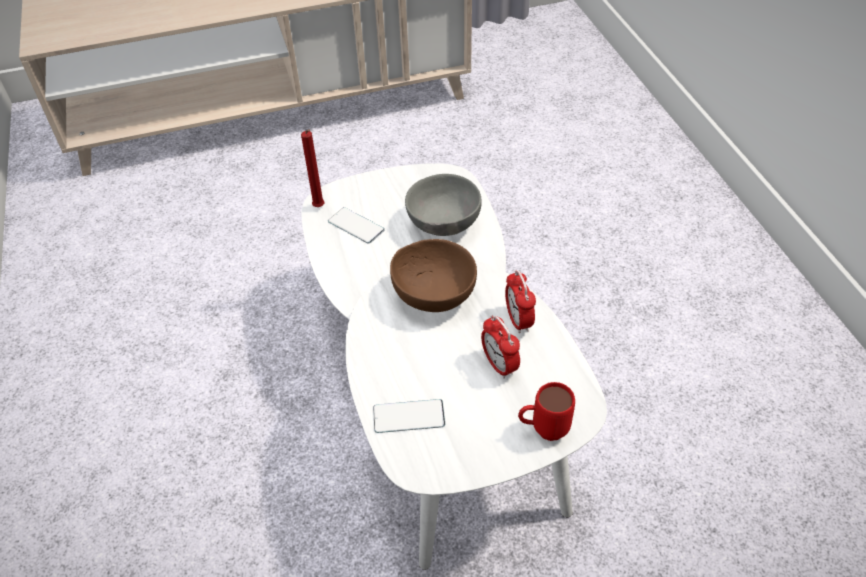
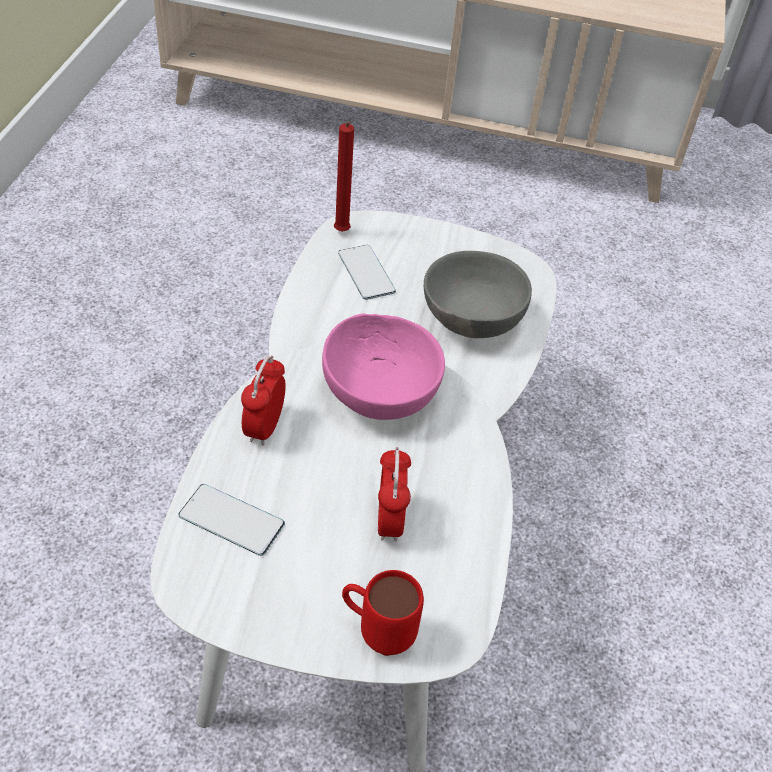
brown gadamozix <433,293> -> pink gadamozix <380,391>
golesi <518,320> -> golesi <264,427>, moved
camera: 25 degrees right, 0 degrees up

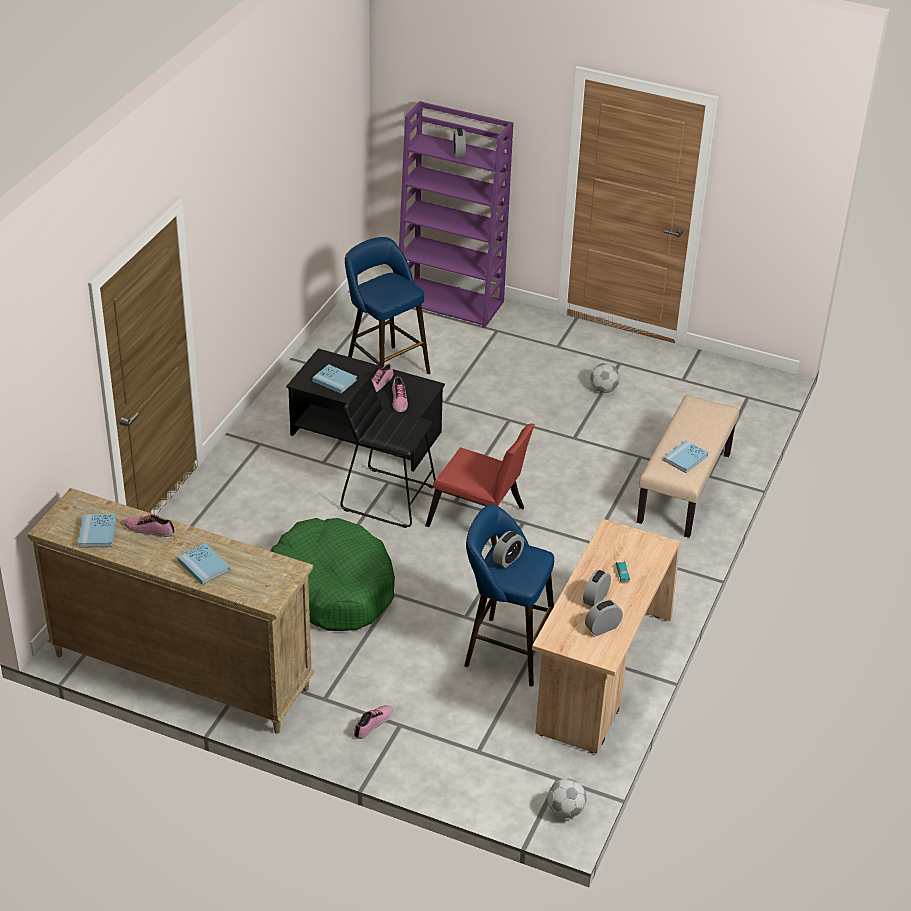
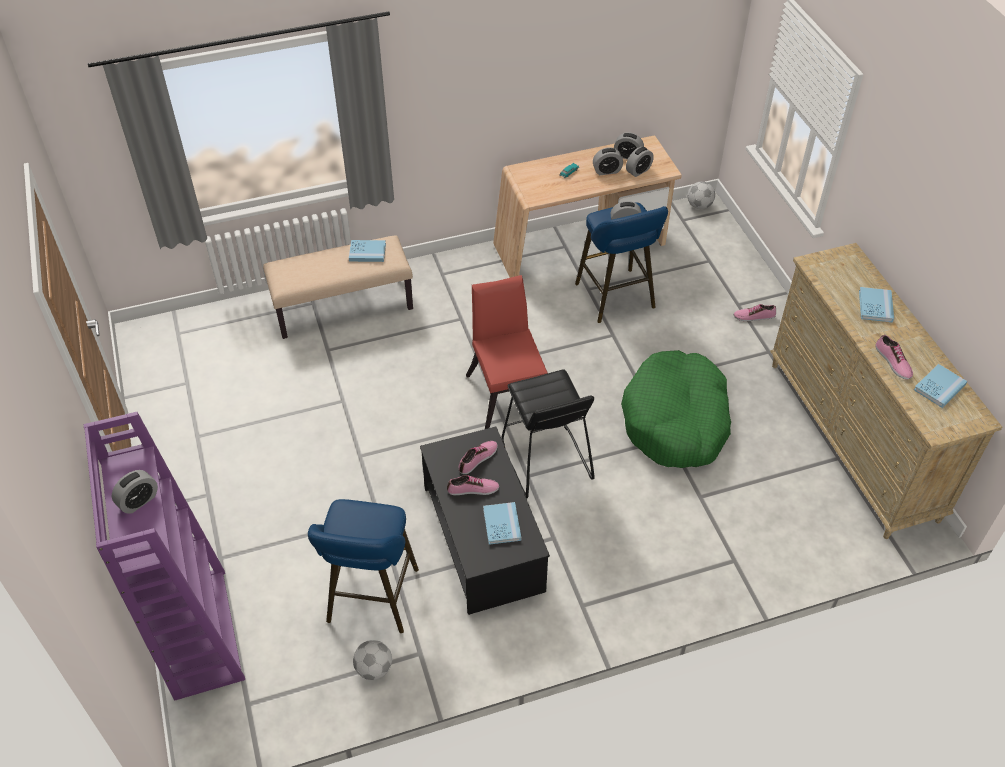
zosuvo <603,389> -> zosuvo <373,669>, moved
none -> golesi <638,171>
camera: 130 degrees left, 10 degrees up

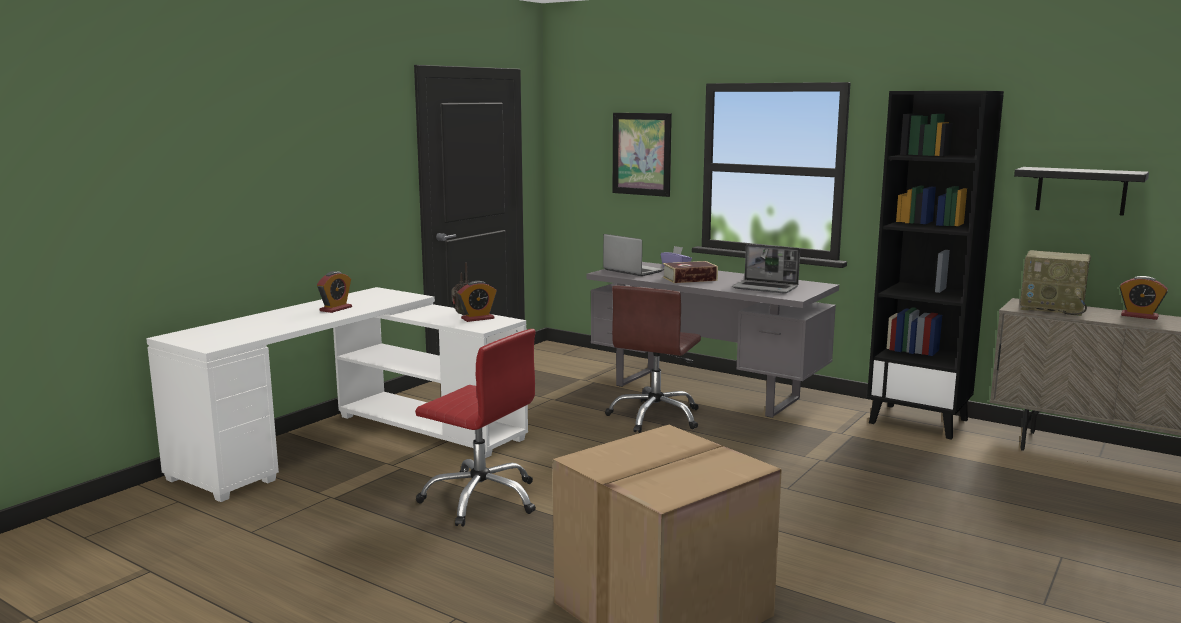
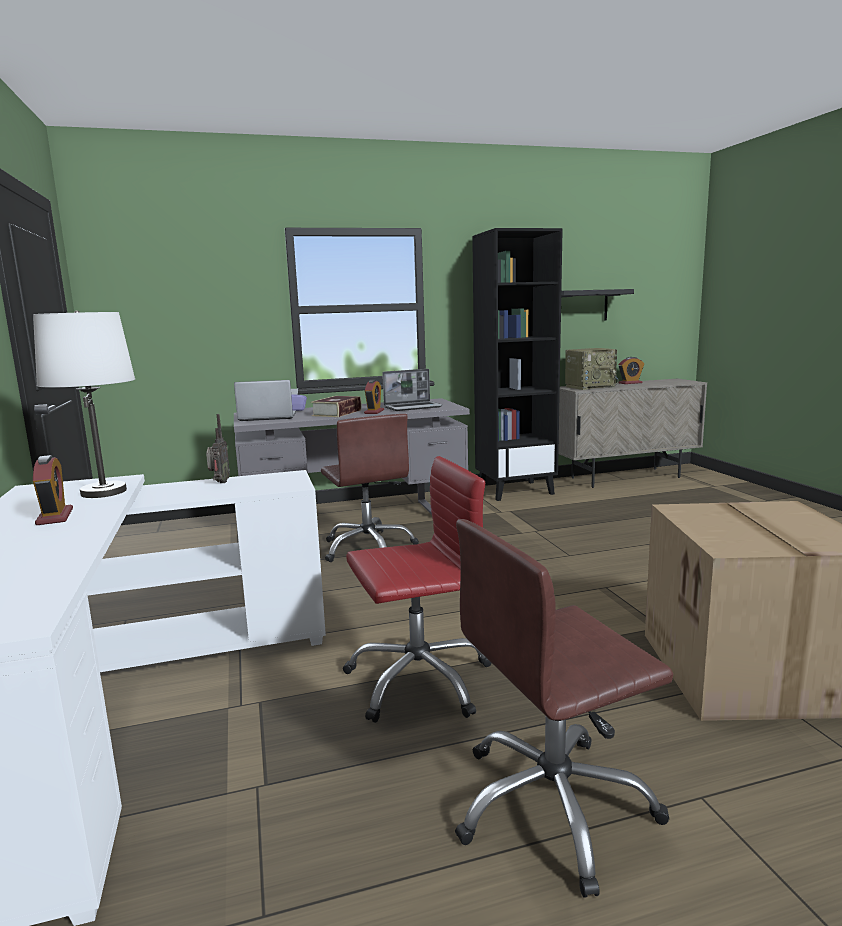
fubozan <641,154> -> none
golesi <477,318> -> golesi <374,412>, moved
none -> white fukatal <103,492>
none -> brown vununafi <554,806>
camera: 50 degrees left, 0 degrees up

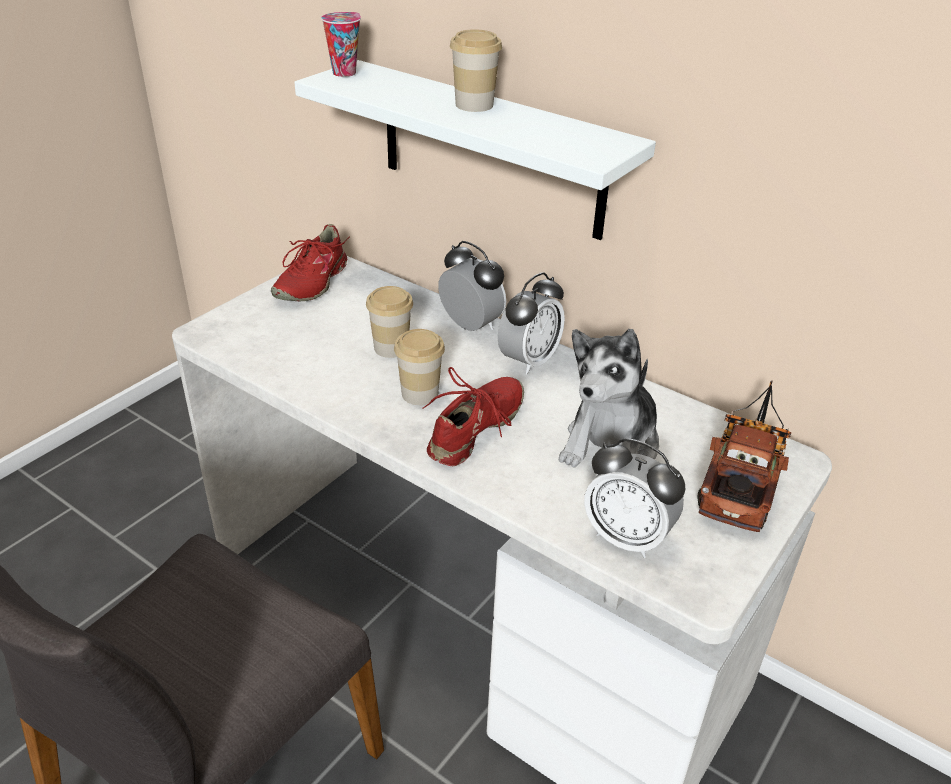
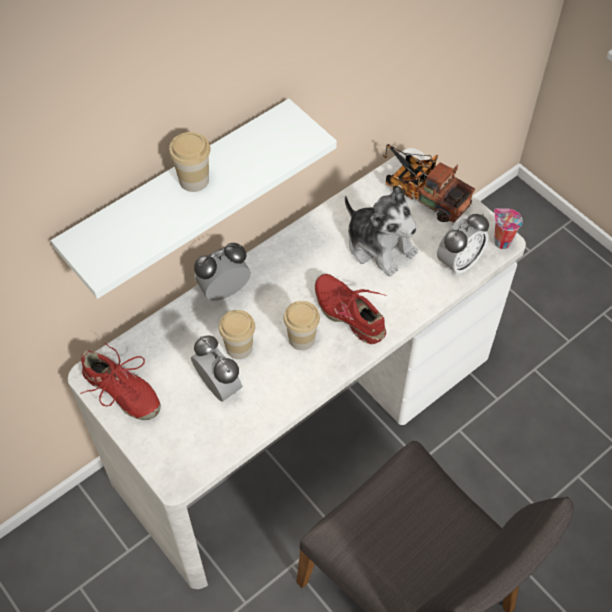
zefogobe <345,72> -> zefogobe <500,242>, moved
golesi <529,361> -> golesi <219,386>, moved
camera: 75 degrees left, 20 degrees up

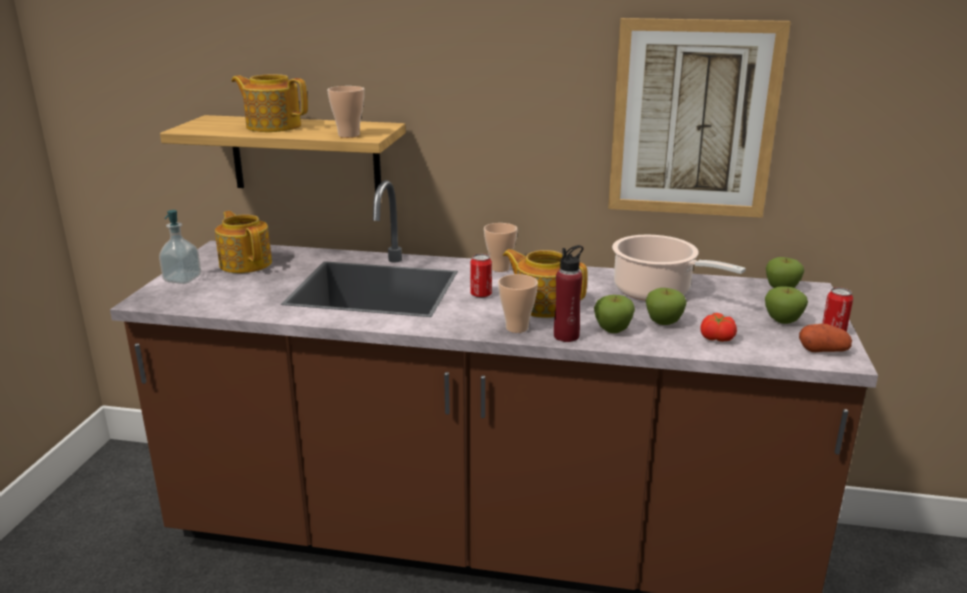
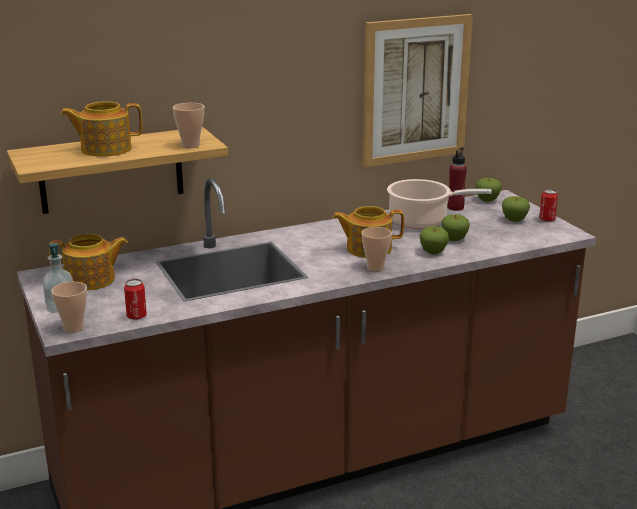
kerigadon <246,263> -> kerigadon <91,280>, 150 degrees clockwise
zefogobe <500,268> -> zefogobe <73,328>, moved
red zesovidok <566,336> -> red zesovidok <455,207>, moved
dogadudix <481,295> -> dogadudix <136,316>, moved
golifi <716,338> -> none
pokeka <823,350> -> none
camera: 35 degrees left, 0 degrees up

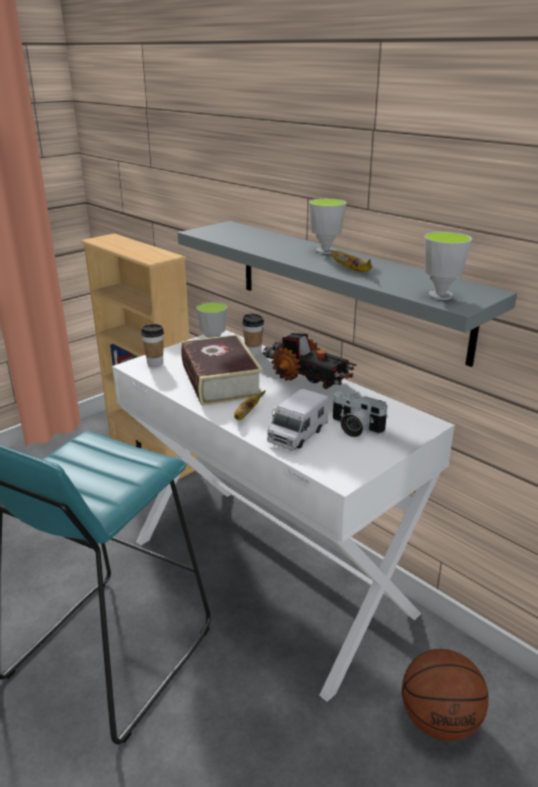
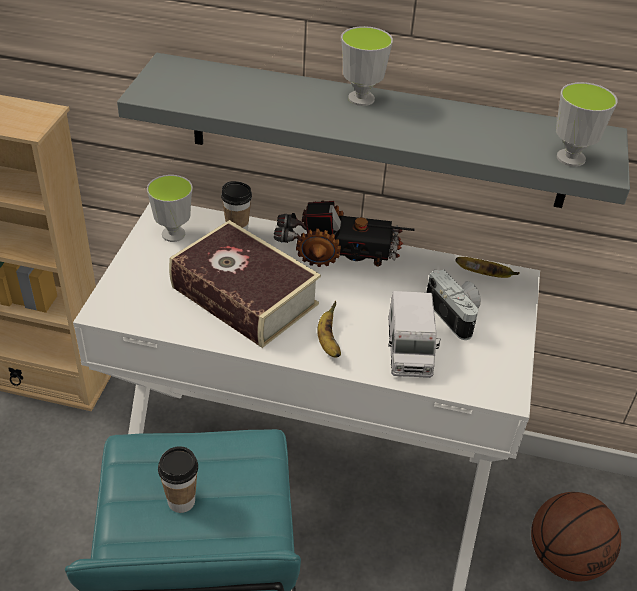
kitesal <353,270> -> kitesal <484,275>, moved
zefogobe <155,363> -> zefogobe <181,501>, moved
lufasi <354,428> -> lufasi <456,315>, 120 degrees counterclockwise
camera: 35 degrees left, 15 degrees up

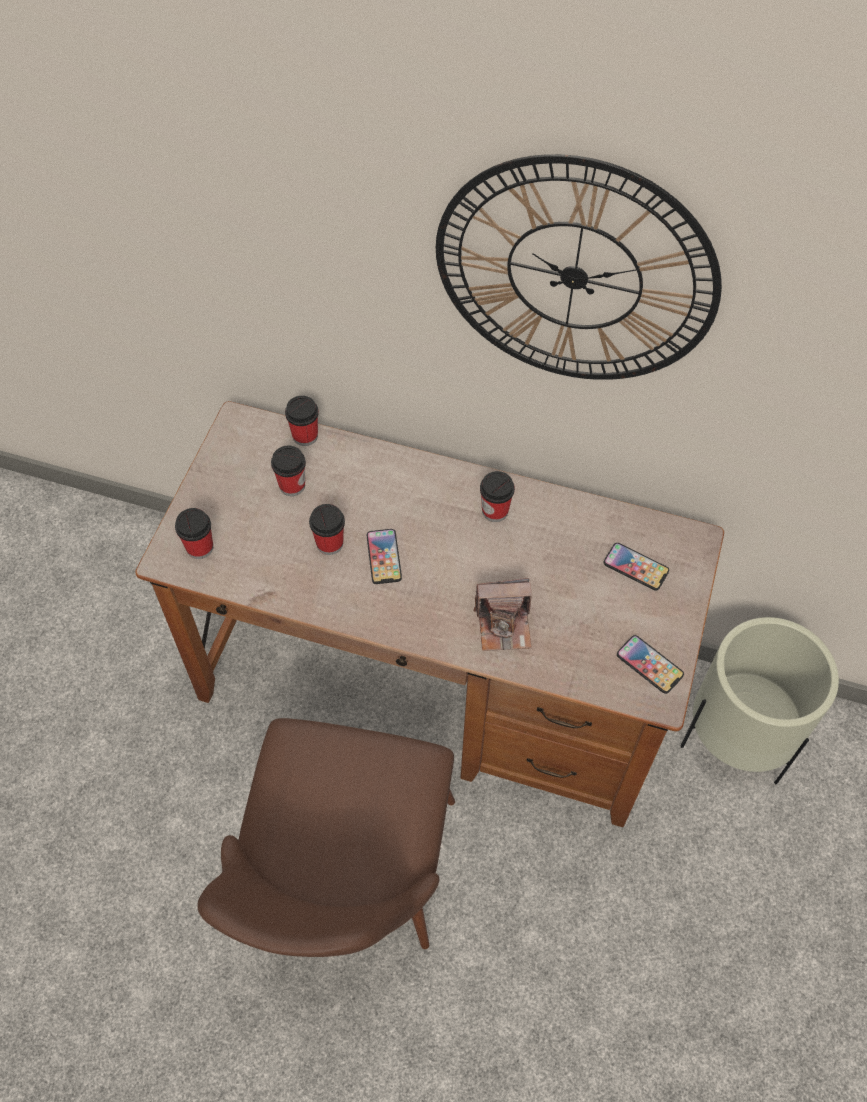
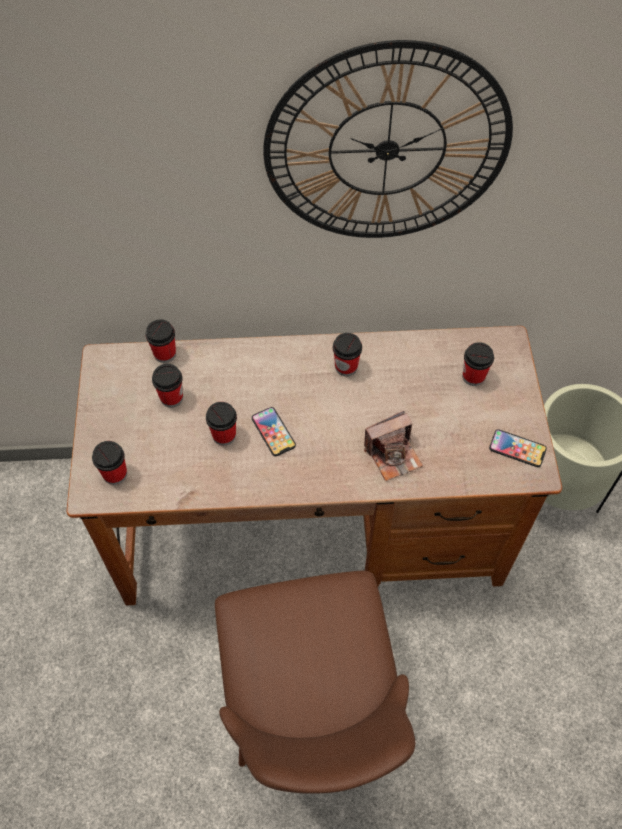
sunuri <636,567> -> zefogobe <473,376>
camera: 20 degrees left, 0 degrees up

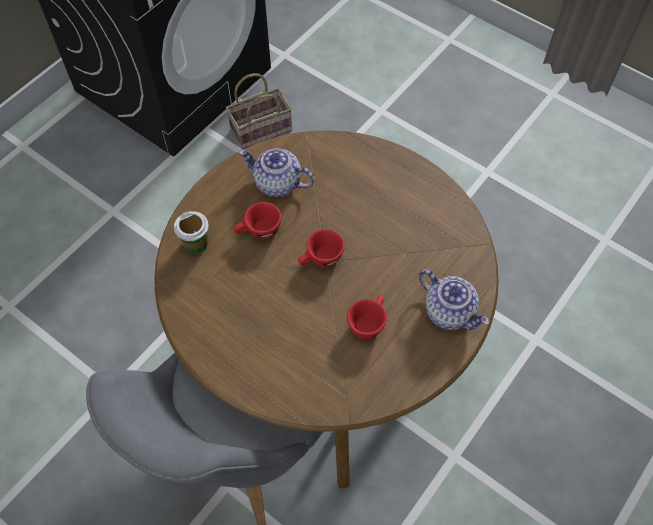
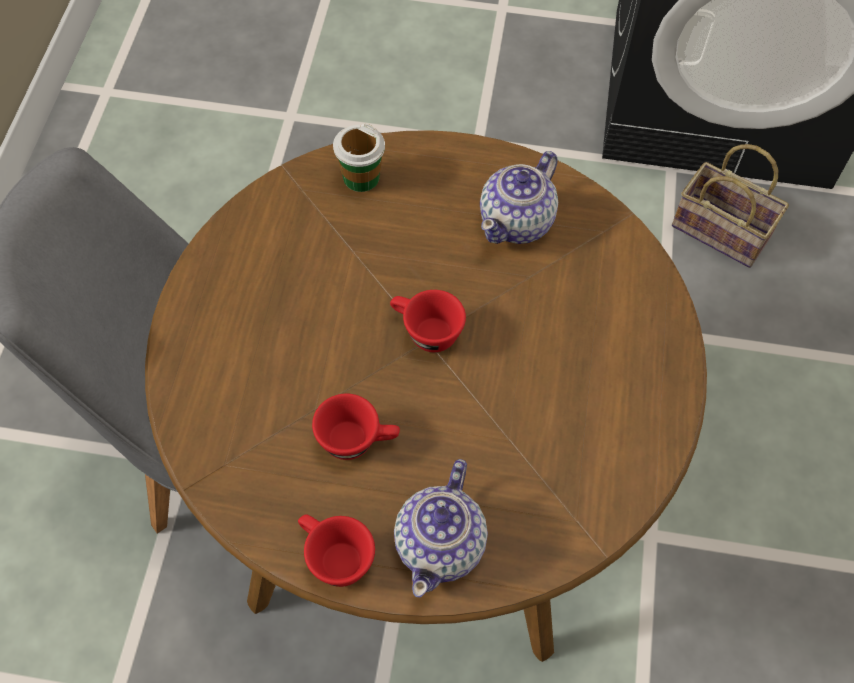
kerigadon <278,184> -> kerigadon <517,222>, 135 degrees counterclockwise
red zefogobe <259,232> -> red zefogobe <333,557>, moved
camera: 60 degrees right, 0 degrees up

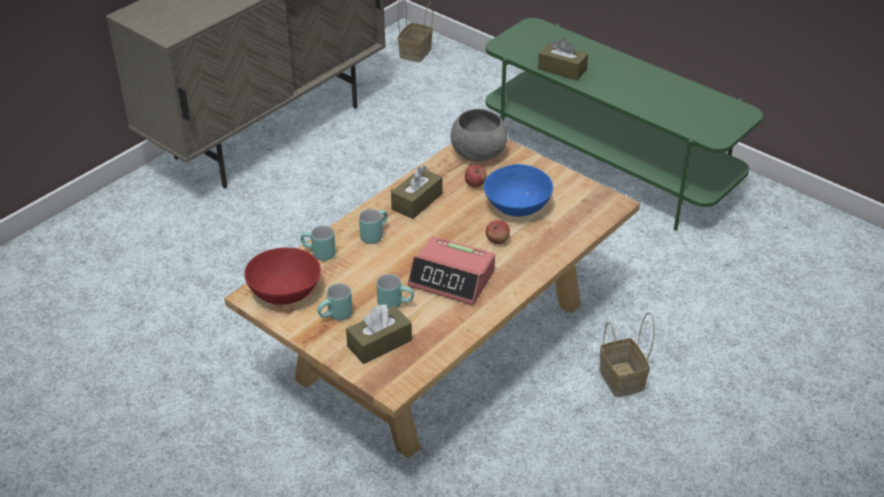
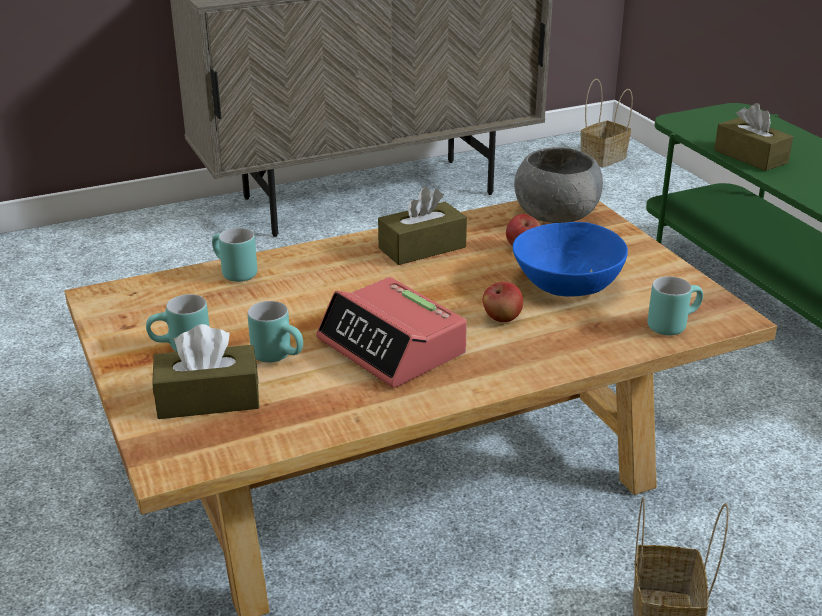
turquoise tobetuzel <373,234> -> turquoise tobetuzel <671,324>, moved
red gadamozix <284,291> -> none
camera: 25 degrees right, 10 degrees down

